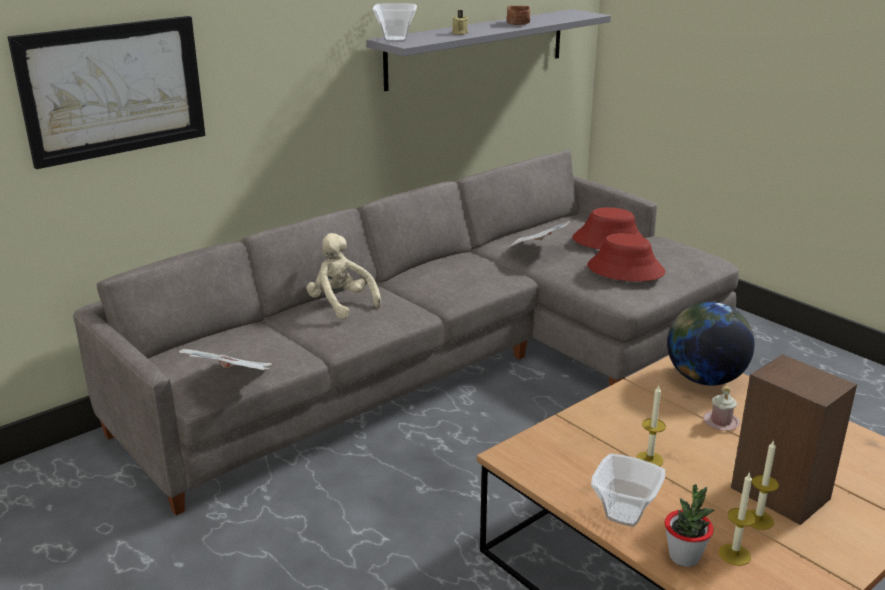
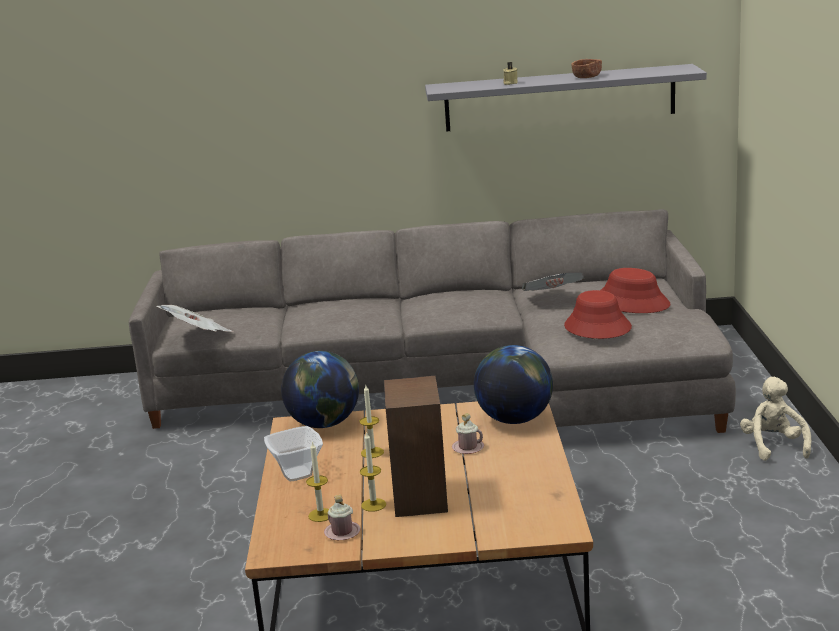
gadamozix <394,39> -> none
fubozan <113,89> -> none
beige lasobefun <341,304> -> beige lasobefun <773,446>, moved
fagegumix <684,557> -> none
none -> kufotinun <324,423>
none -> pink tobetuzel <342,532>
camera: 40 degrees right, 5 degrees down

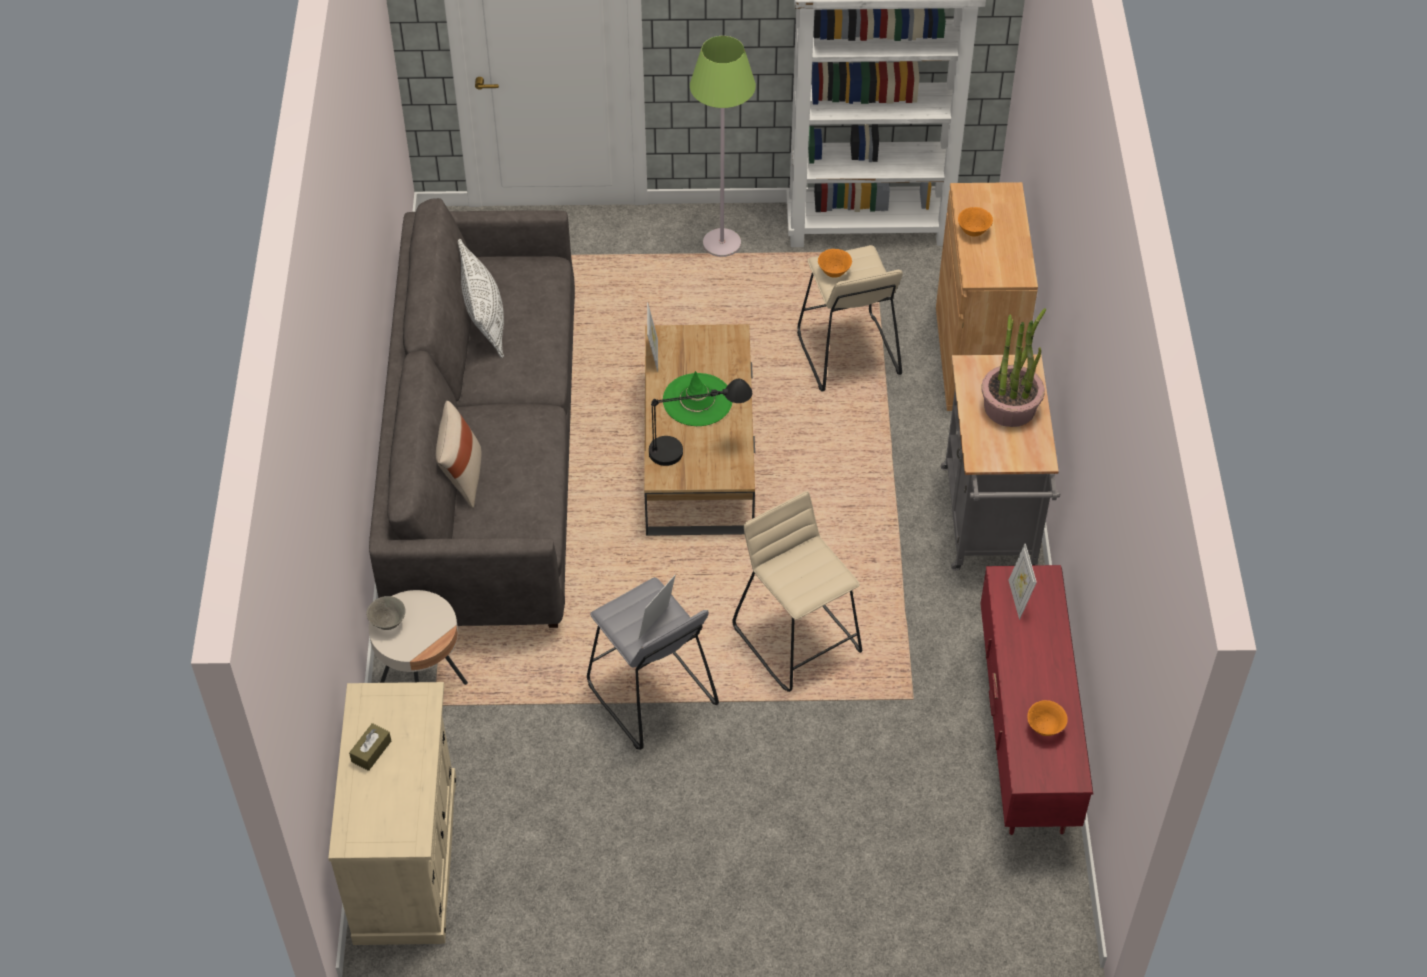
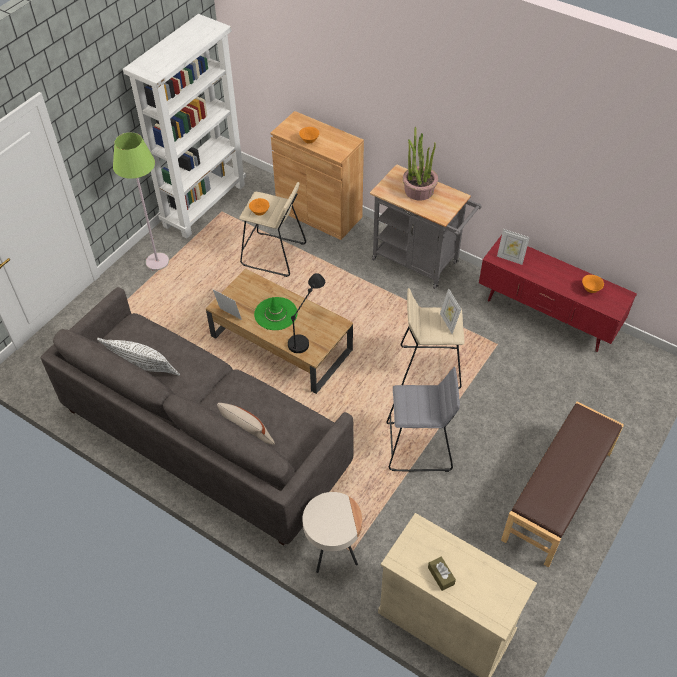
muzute <657,625> -> muzute <448,323>, moved
grey gadamozix <388,623> -> none
none -> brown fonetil <558,496>
camera: 55 degrees left, 0 degrees up

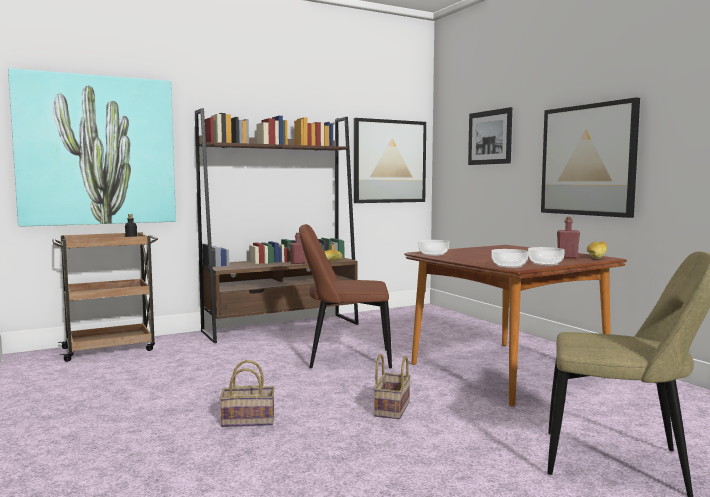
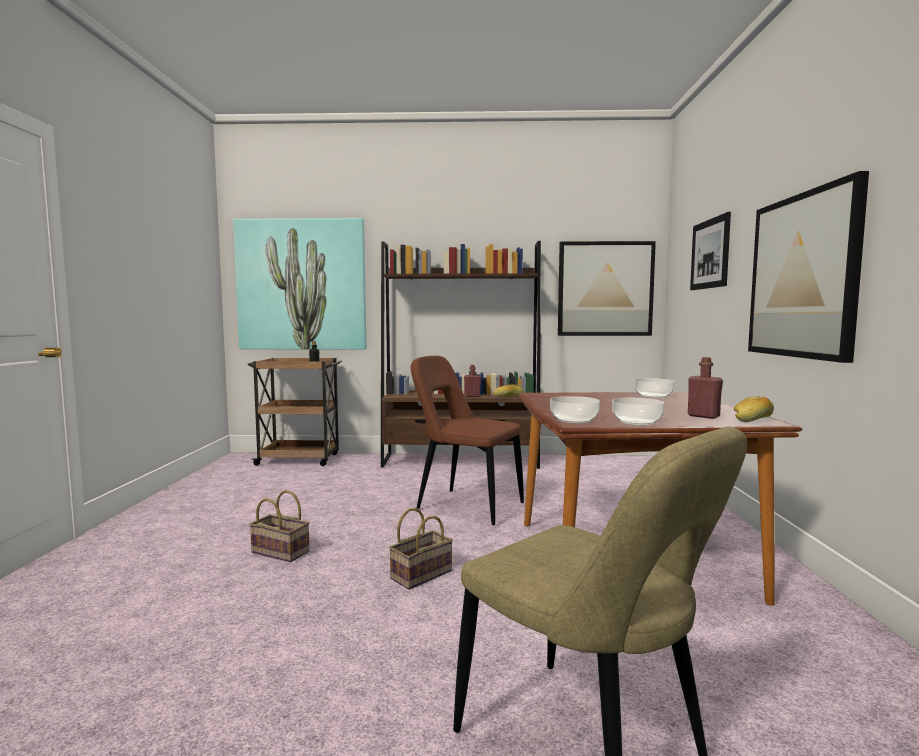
gadamozix <433,254> -> gadamozix <653,396>, moved
camera: 30 degrees right, 0 degrees up

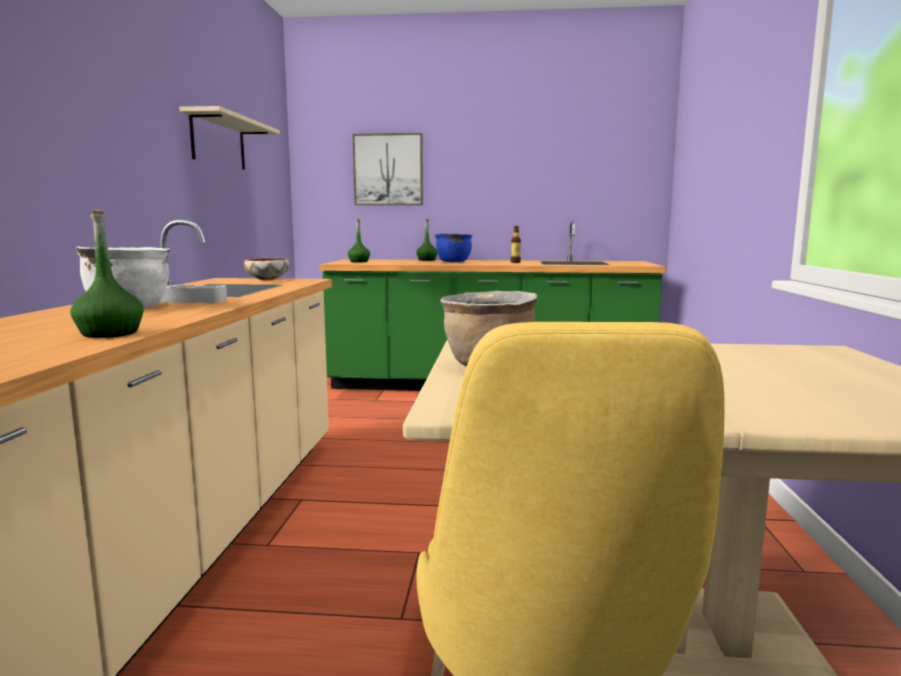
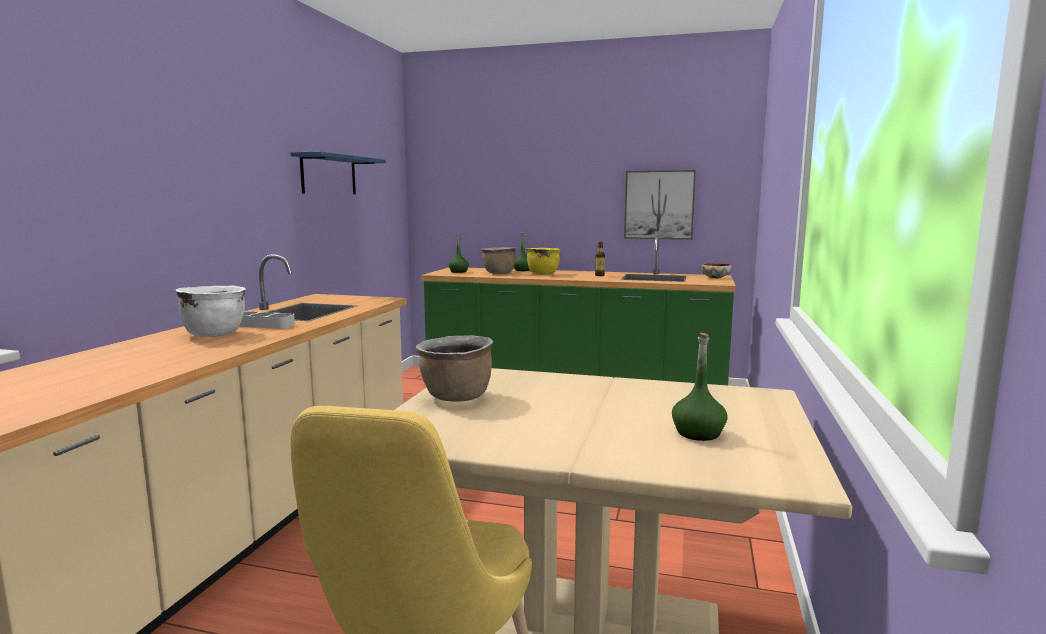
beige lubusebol <218,142> -> blue lubusebol <329,175>
fubozan <388,170> -> fubozan <659,205>, moved
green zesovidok <110,333> -> green zesovidok <698,433>, moved
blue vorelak <453,262> -> yellow vorelak <542,274>
gadamozix <268,279> -> gadamozix <716,278>, moved
none -> brown vorelak <498,273>
camera: 10 degrees right, 0 degrees up

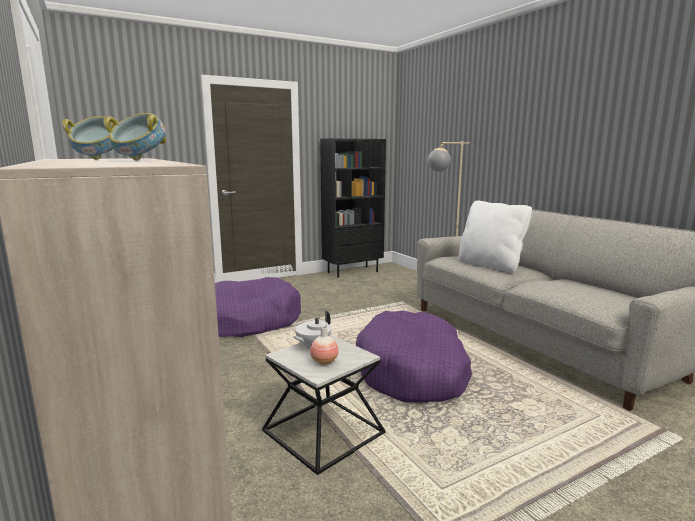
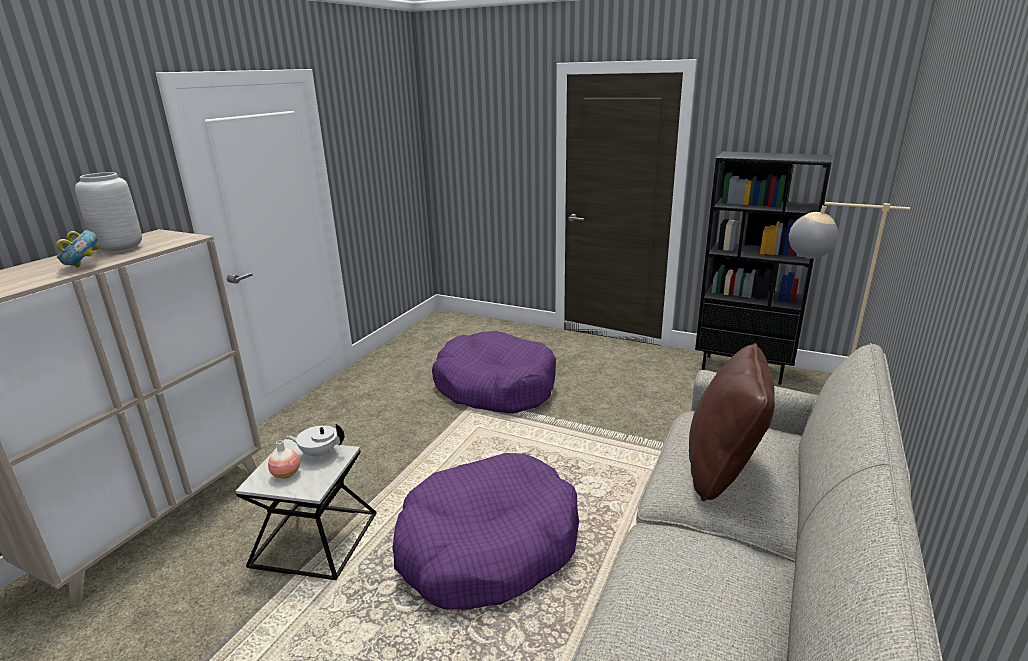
gadamozix <98,159> -> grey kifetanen <119,249>
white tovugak <490,265> -> brown tovugak <722,469>
camera: 55 degrees right, 10 degrees up

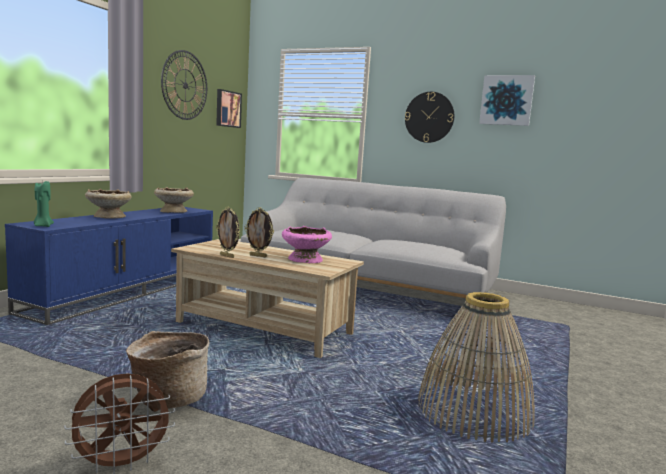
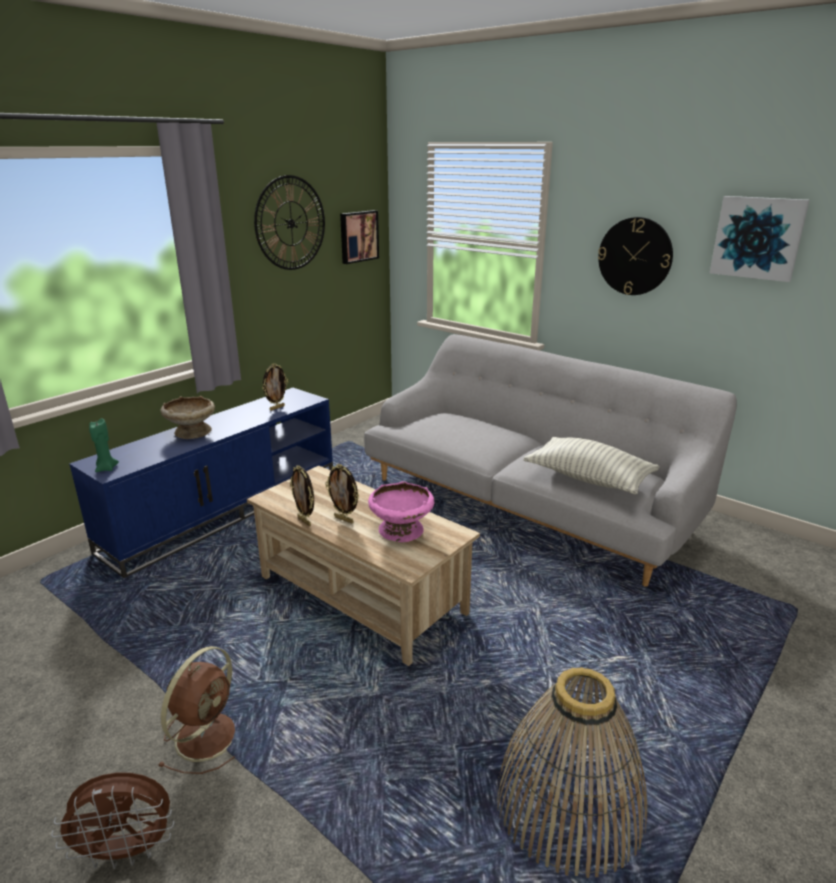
beige gadamozix <173,211> -> muzute <277,408>
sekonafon <168,399> -> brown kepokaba <208,734>
none -> tovugak <588,478>
camera: 15 degrees right, 15 degrees up

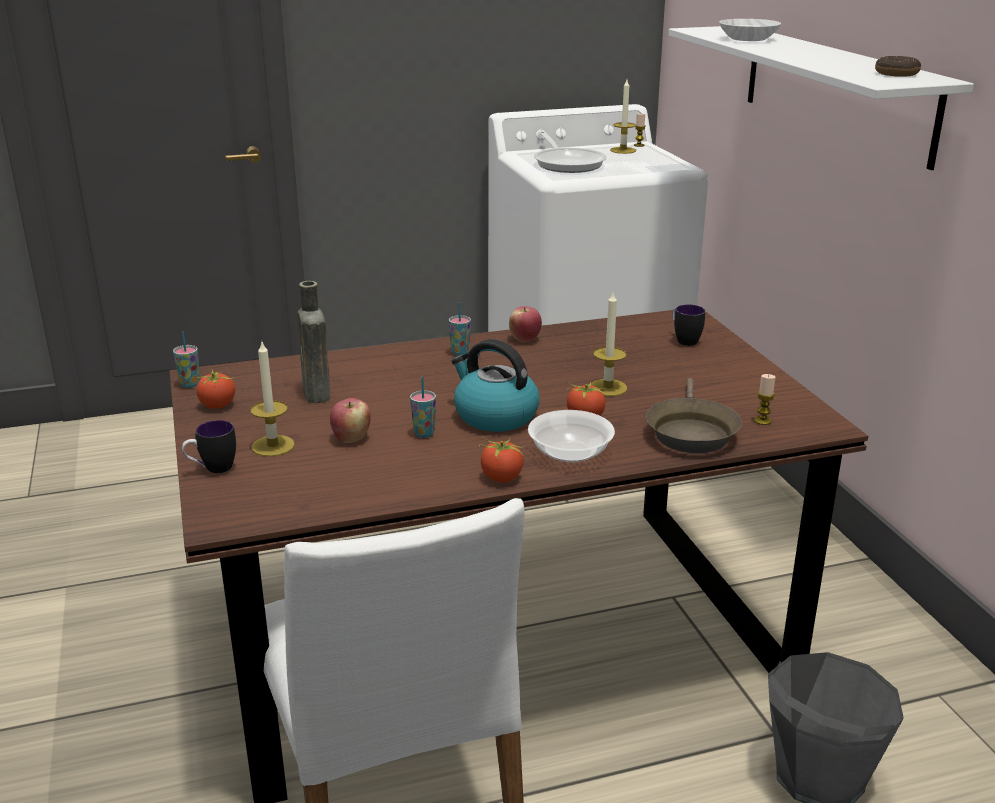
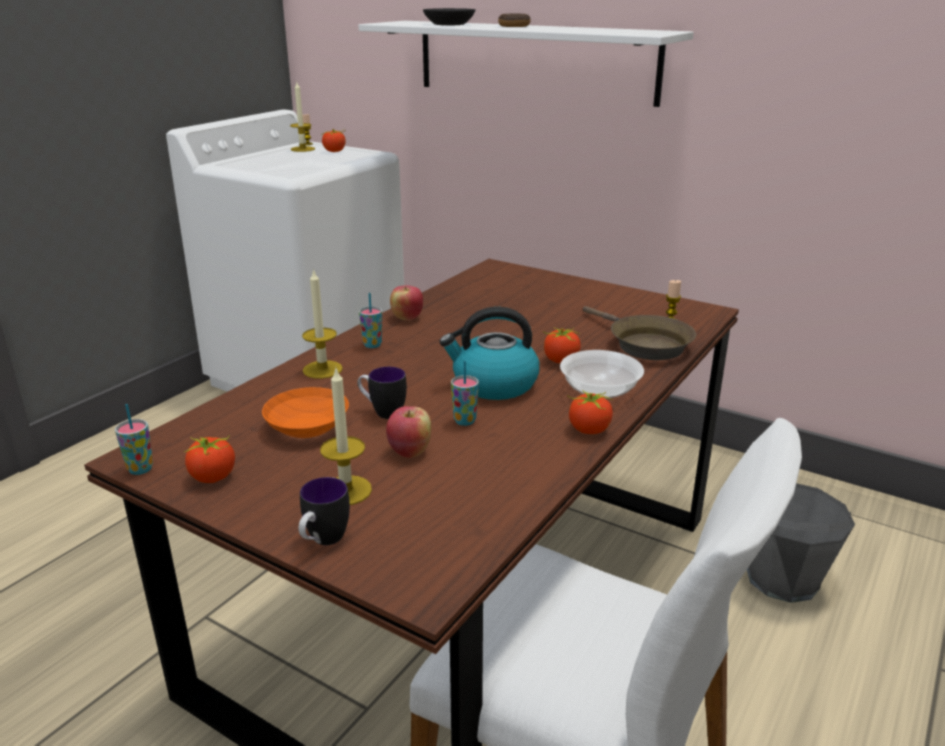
white gadamozix <749,39> -> black gadamozix <450,24>
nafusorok <896,74> -> nafusorok <514,26>, moved
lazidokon <567,163> -> none
brown zesovidok <317,395> -> orange gadamozix <305,426>
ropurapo <608,388> -> ropurapo <322,369>, moved
tobetuzel <684,340> -> tobetuzel <382,412>, moved
none -> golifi <334,151>
camera: 40 degrees left, 0 degrees up

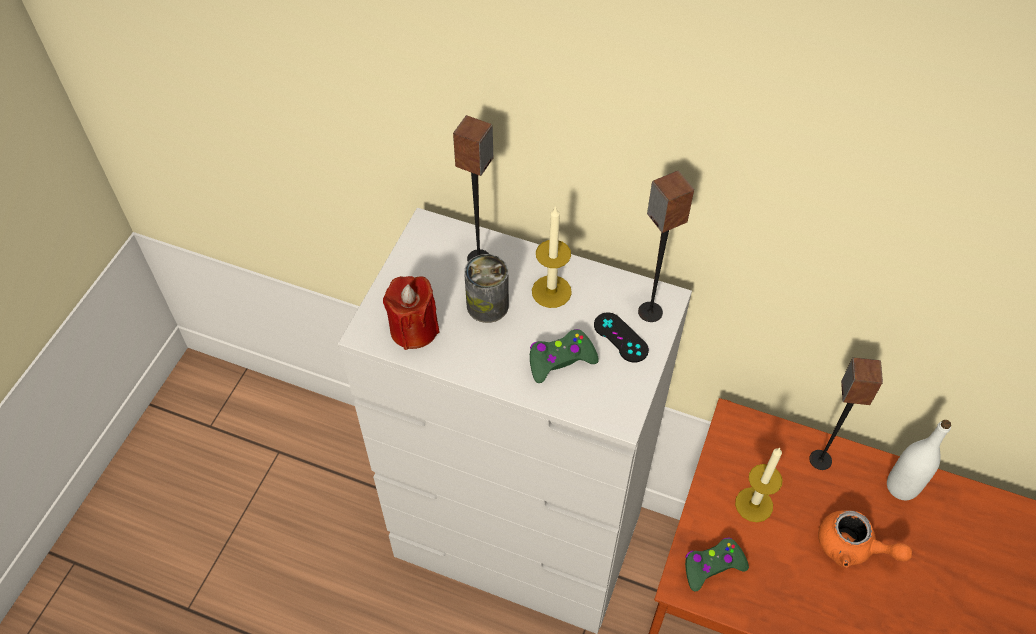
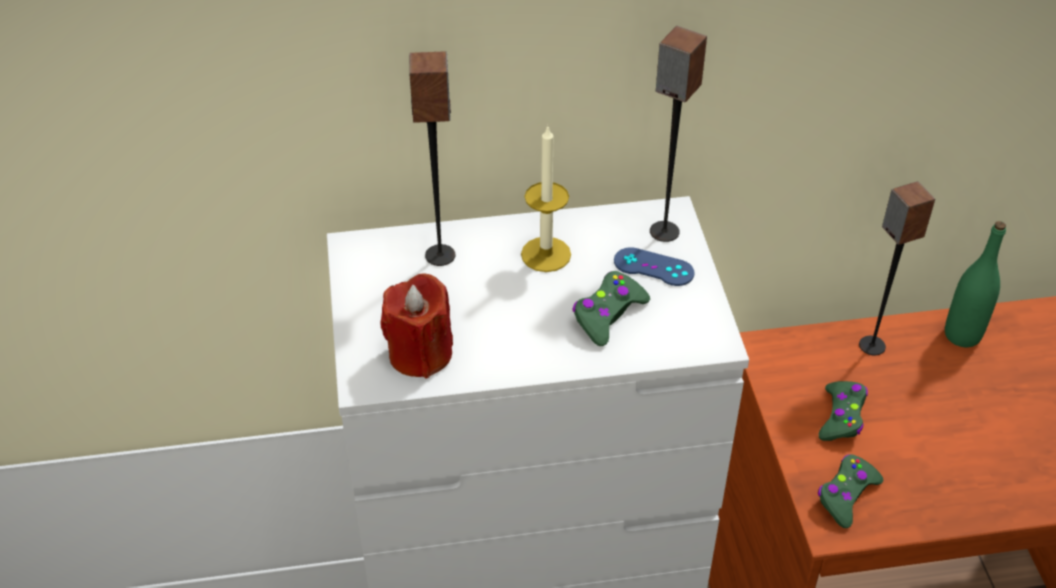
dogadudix <487,305> -> none
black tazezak <620,337> -> blue tazezak <653,267>
white zesovidok <902,486> -> green zesovidok <962,335>
ropurapo <754,504> -> green tazezak <841,417>
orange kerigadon <853,548> -> none
camera: 30 degrees left, 10 degrees down

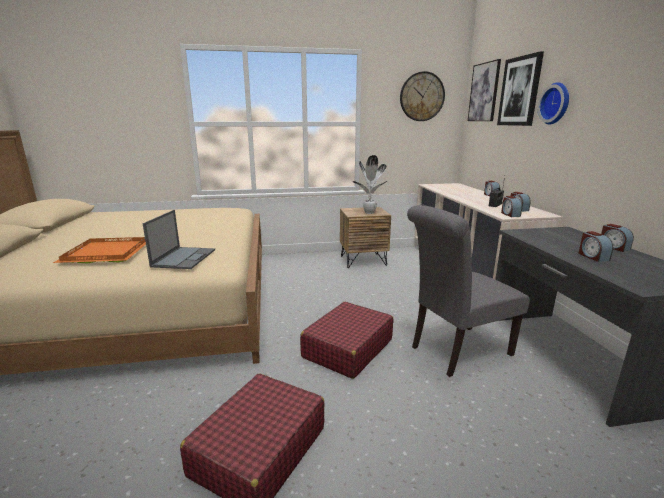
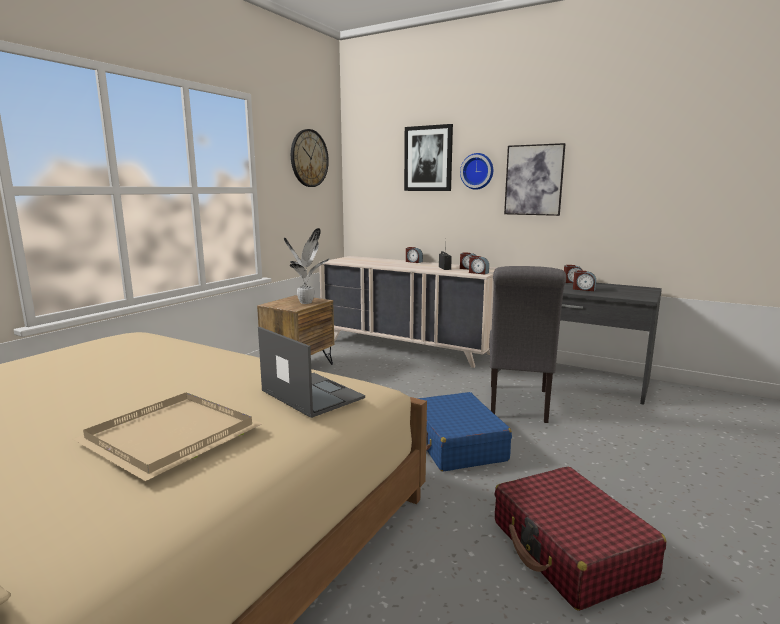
fubozan <484,92> -> fubozan <534,180>, moved
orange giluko <106,252> -> beige giluko <167,437>
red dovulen <347,348> -> blue dovulen <456,444>
camera: 50 degrees left, 5 degrees down

